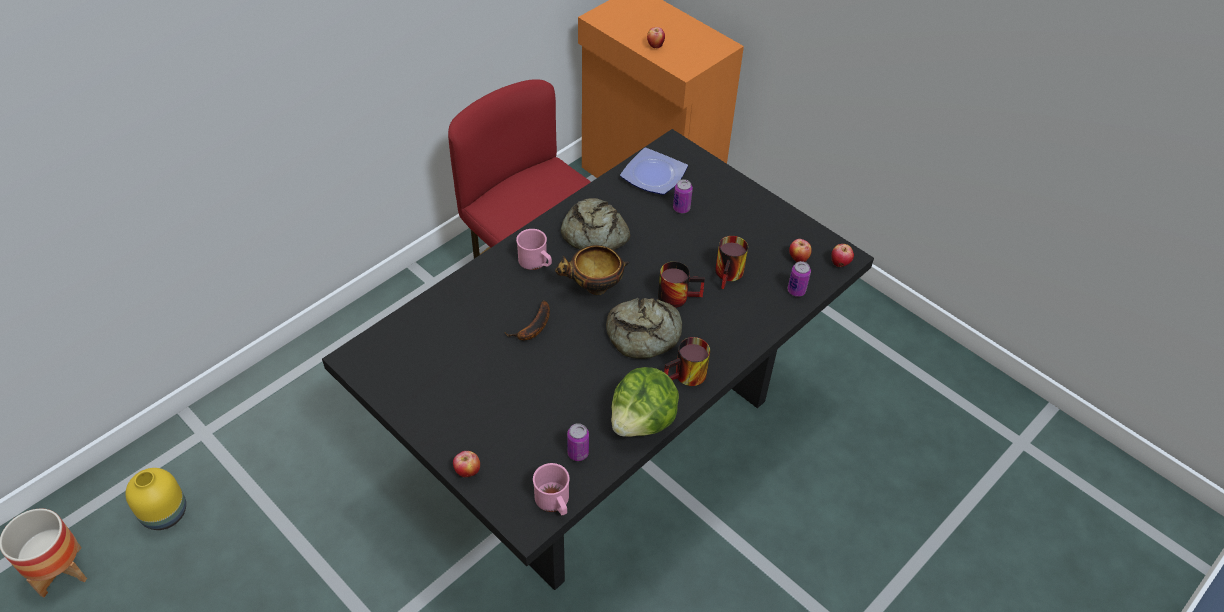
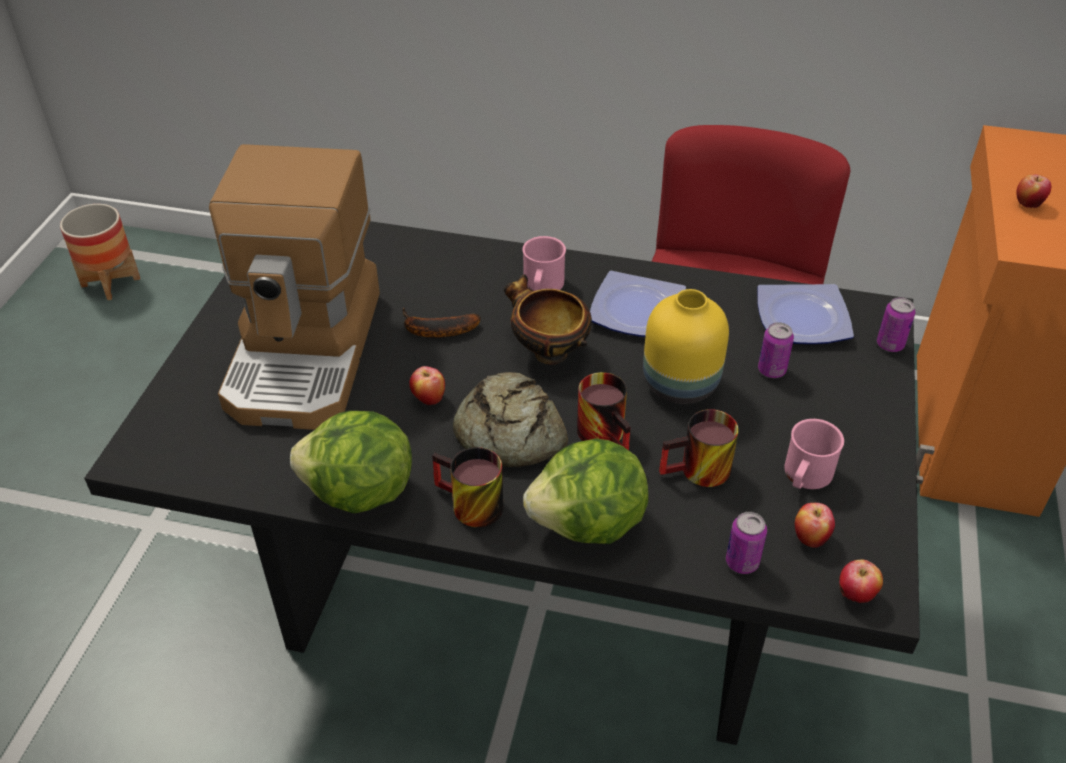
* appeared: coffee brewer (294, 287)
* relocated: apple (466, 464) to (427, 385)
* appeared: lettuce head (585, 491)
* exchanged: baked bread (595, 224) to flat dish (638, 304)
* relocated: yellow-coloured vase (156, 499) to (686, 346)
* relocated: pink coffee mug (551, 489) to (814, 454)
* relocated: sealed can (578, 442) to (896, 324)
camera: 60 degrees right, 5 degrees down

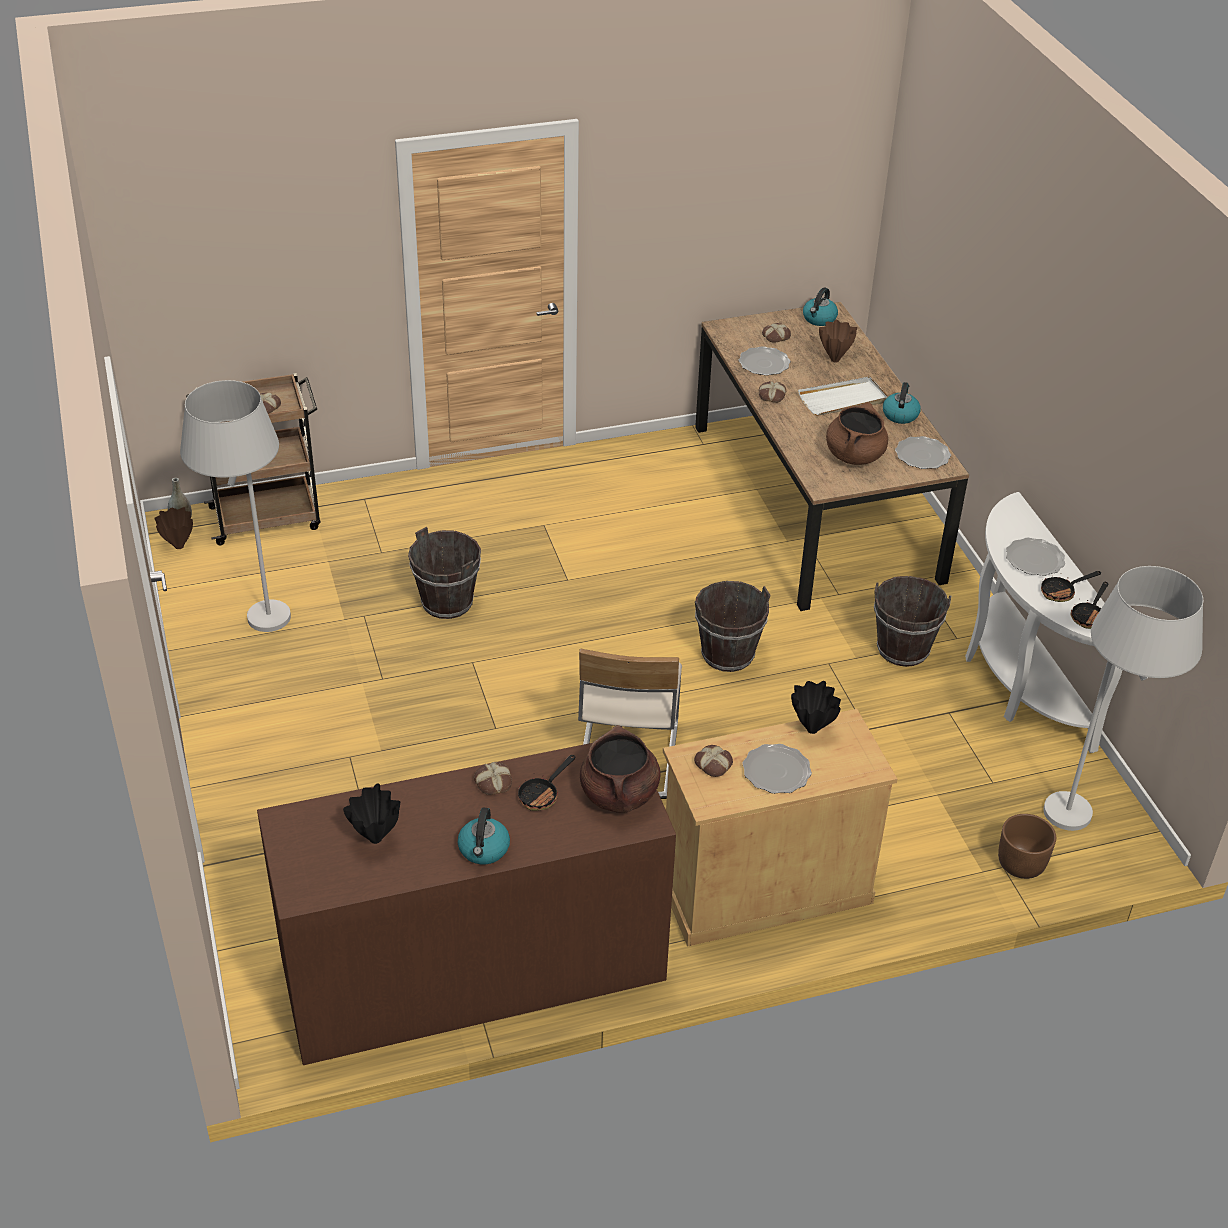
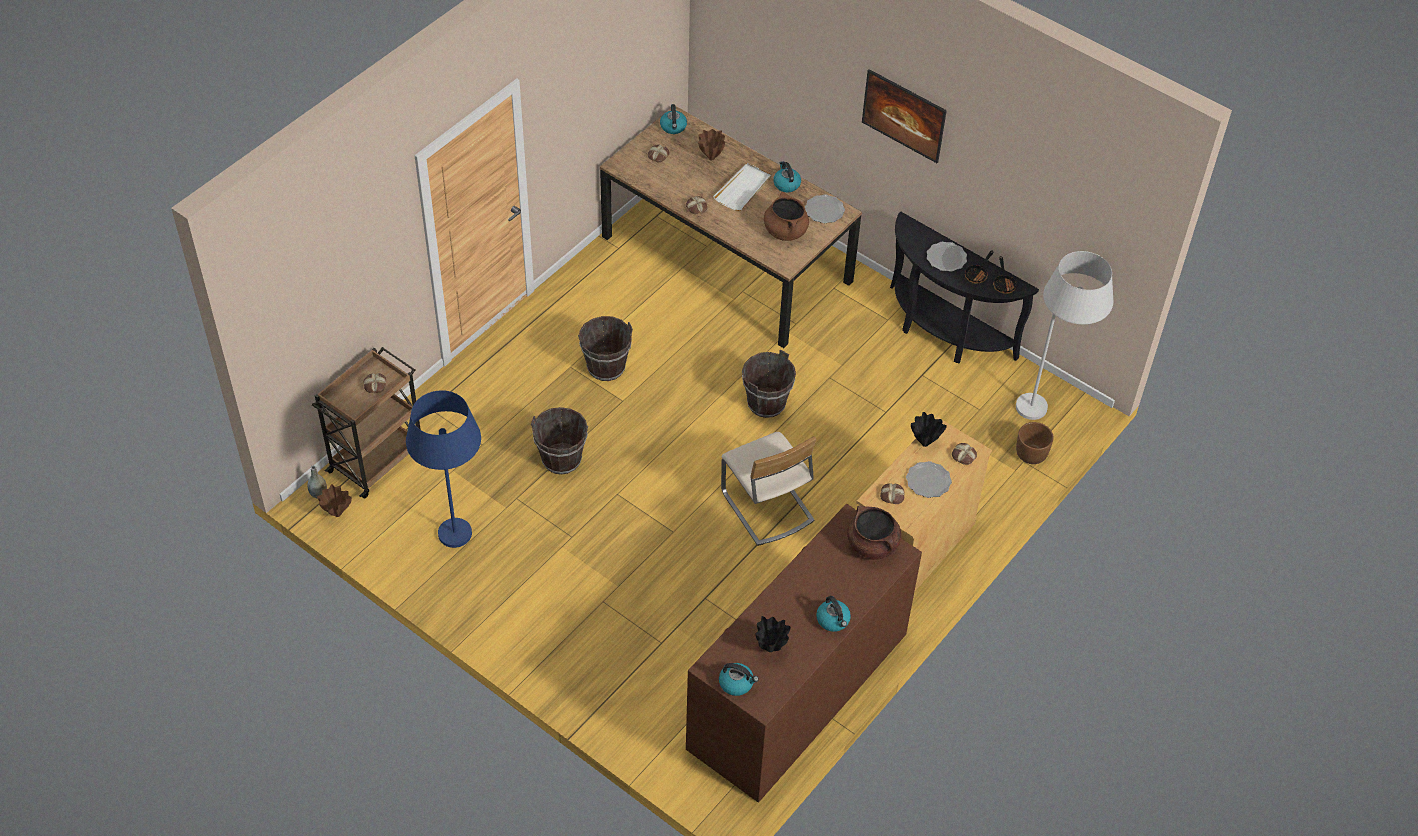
* colour: white standing lamp (235, 506) to bluish standing lamp (443, 469)
* relocated: brown bucket (912, 621) to (605, 348)
* appeared: kettle (739, 679)
* appeared: wall picture (904, 116)
* colour: white hall table (1043, 622) to black-coloured hall table (964, 288)
* relocated: baked bread (493, 778) to (964, 454)
* missing: pan (546, 783)
* missing: flat dish (765, 360)
camera: 35 degrees left, 10 degrees up

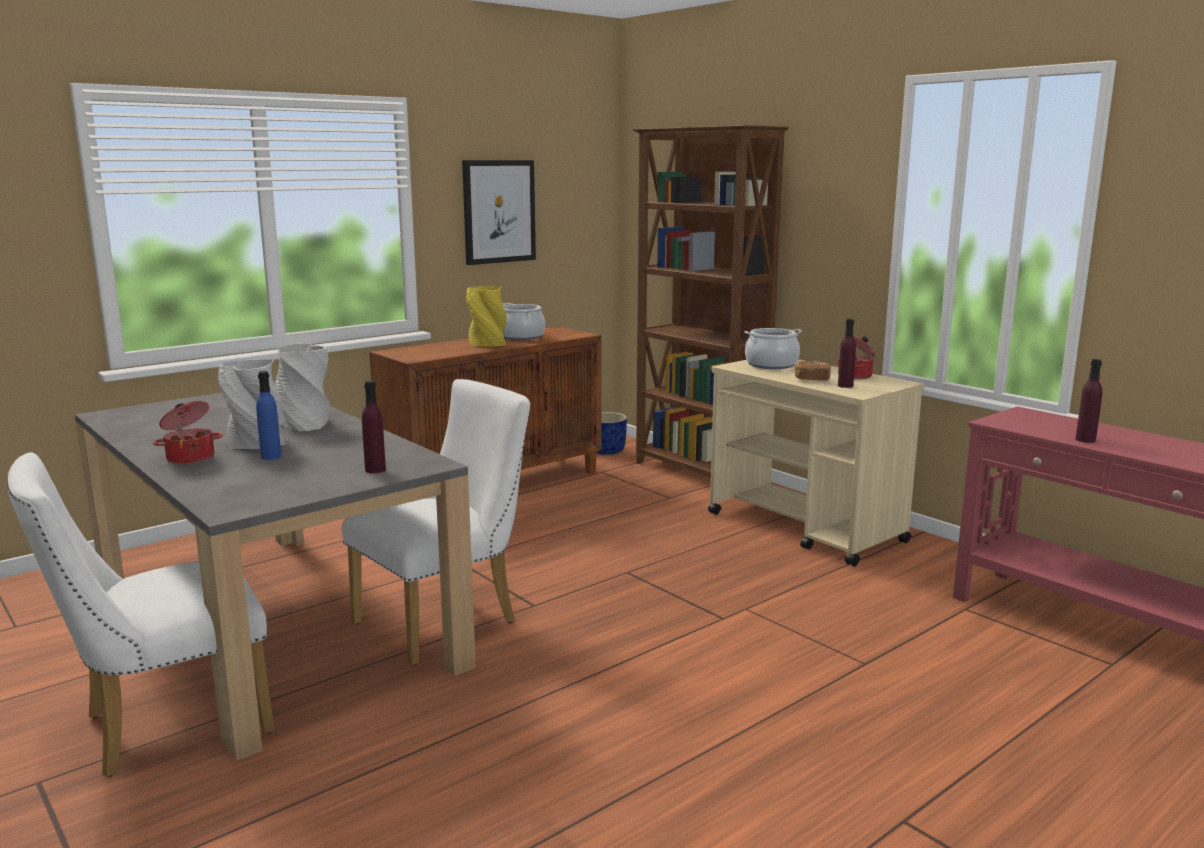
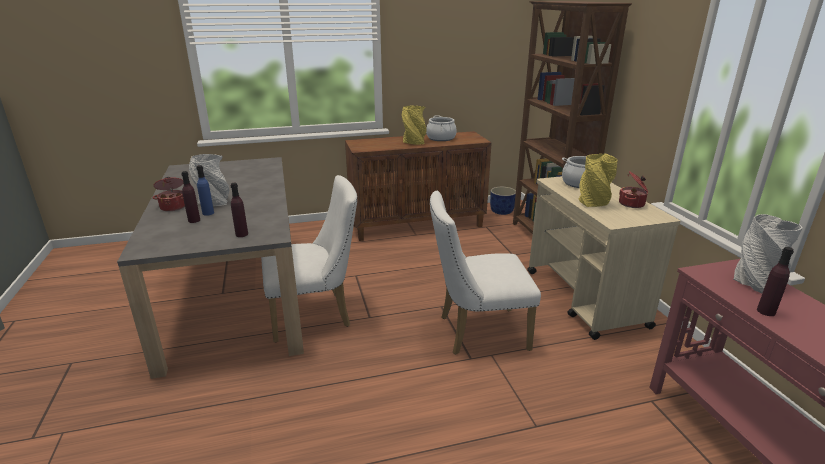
* relocated: purple-coloured beverage bottle (847, 353) to (191, 197)
* relocated: white plain chair (140, 614) to (485, 273)
* exchanged: baked bread (813, 370) to yellow-coloured vase (597, 180)
* relocated: gray vase (303, 387) to (767, 253)
* missing: wall picture (499, 212)
camera: 25 degrees right, 10 degrees up

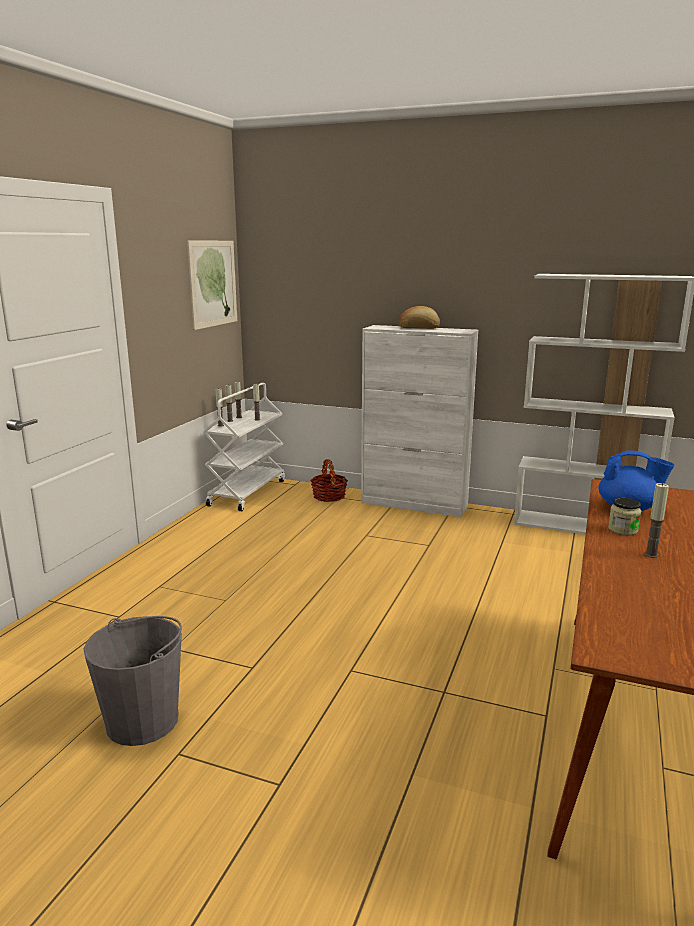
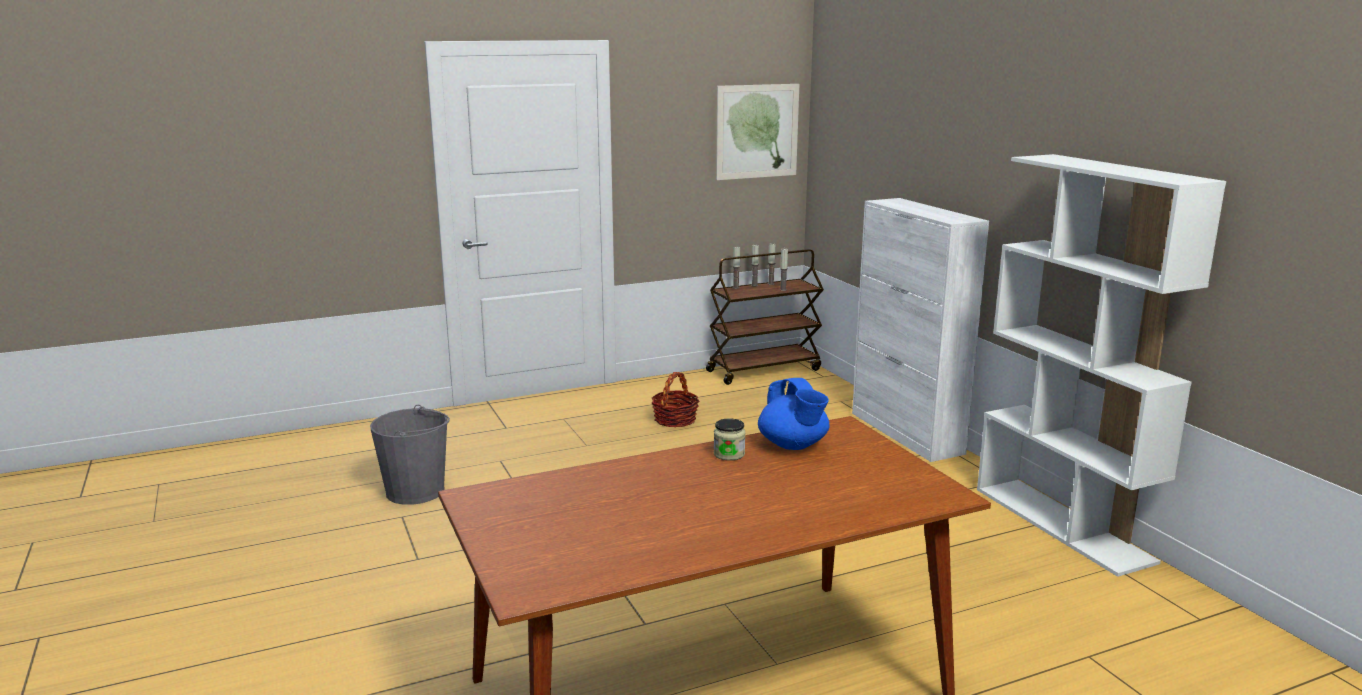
* relocated: basket (329, 480) to (675, 400)
* colour: white wheeled cart (244, 447) to brown wheeled cart (765, 317)
* missing: baked bread (419, 317)
* missing: wax light (656, 520)
camera: 45 degrees right, 0 degrees up

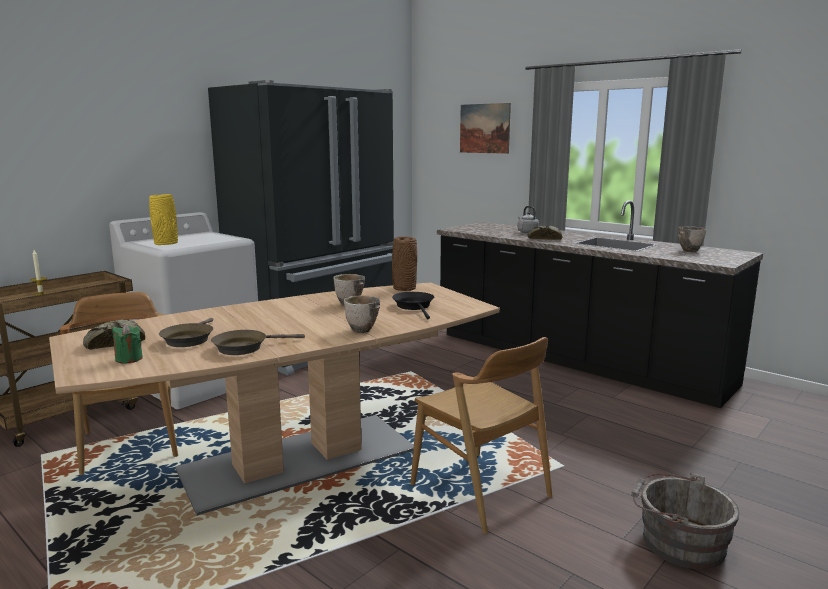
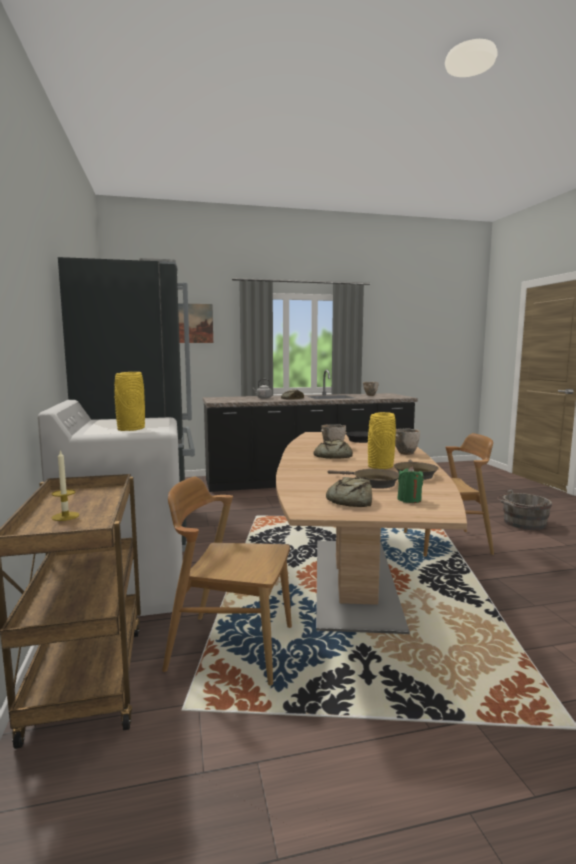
* appeared: baked bread (333, 449)
* appeared: yellow-coloured vase (382, 440)
* missing: brown vase (404, 263)
camera: 55 degrees left, 5 degrees down

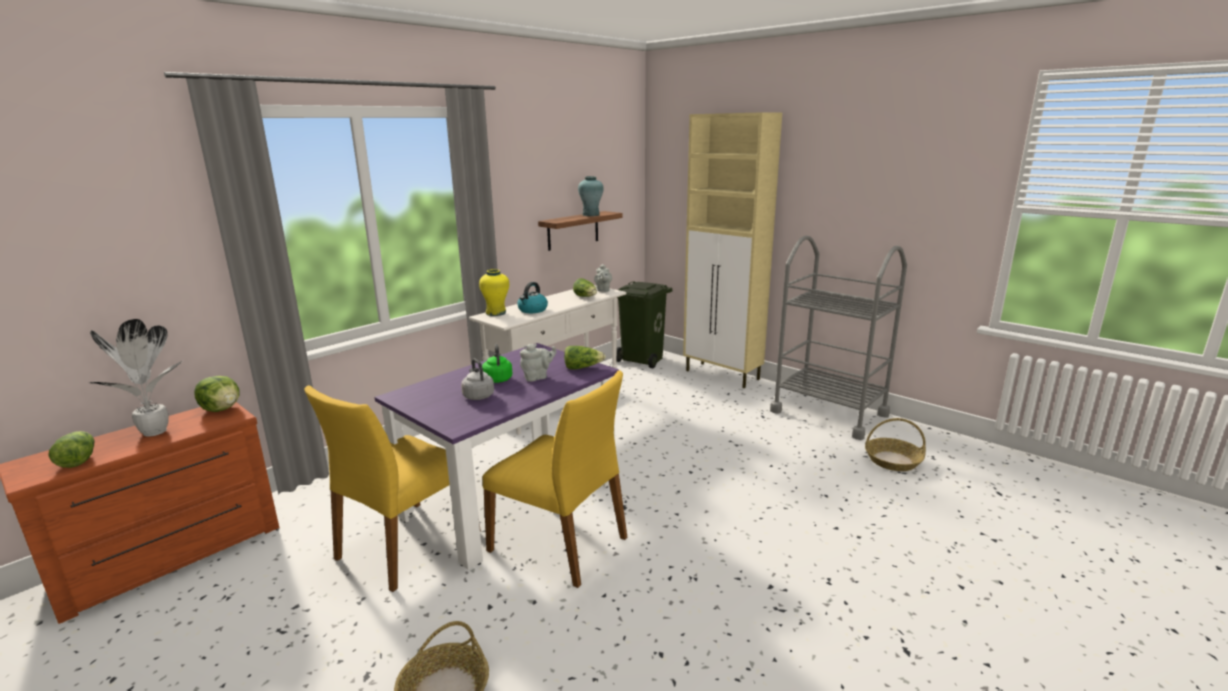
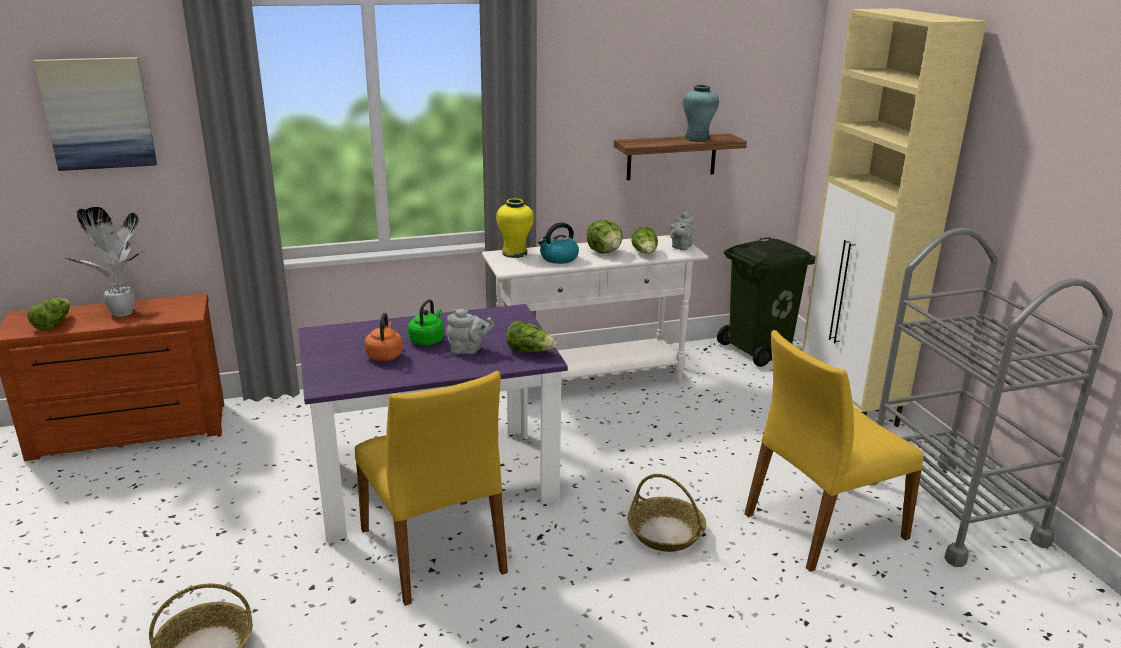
* appeared: wall picture (95, 114)
* colour: gray kettle (477, 379) to orange-coloured kettle (384, 337)
* relocated: lettuce head (216, 394) to (605, 236)
* relocated: basket (895, 444) to (666, 513)
* relocated: yellow-coloured plain chair (392, 488) to (834, 451)
camera: 30 degrees right, 5 degrees up

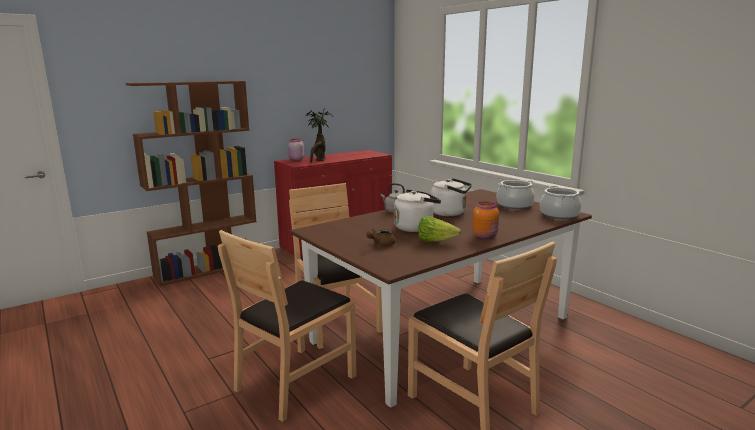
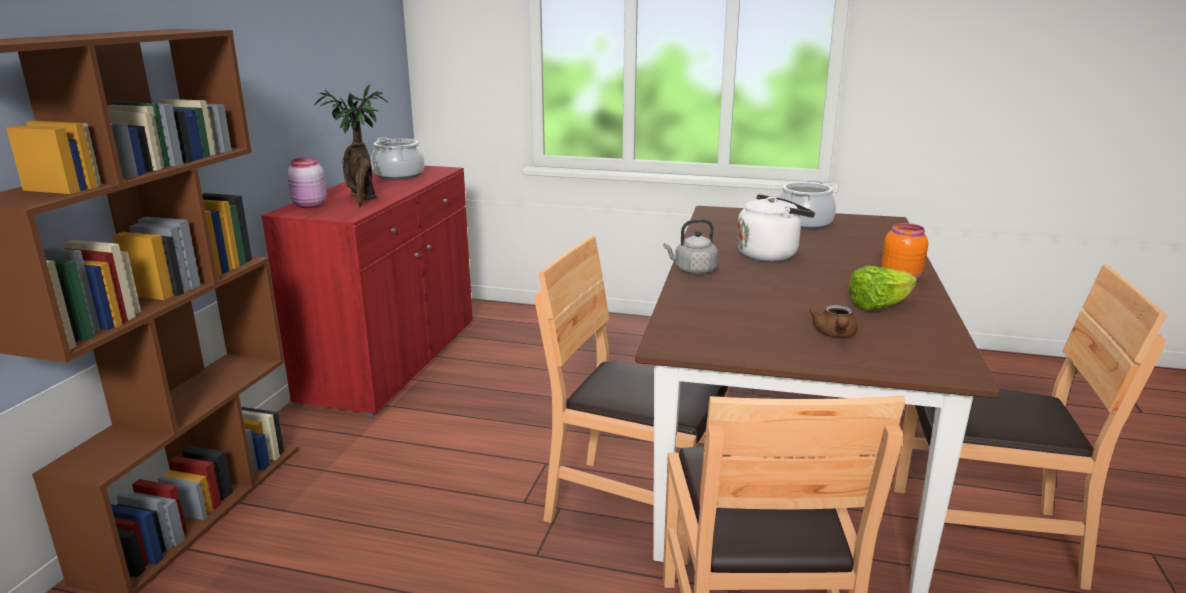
* relocated: cooking pot (560, 202) to (398, 158)
* missing: white kettle (417, 210)
camera: 40 degrees left, 5 degrees up

